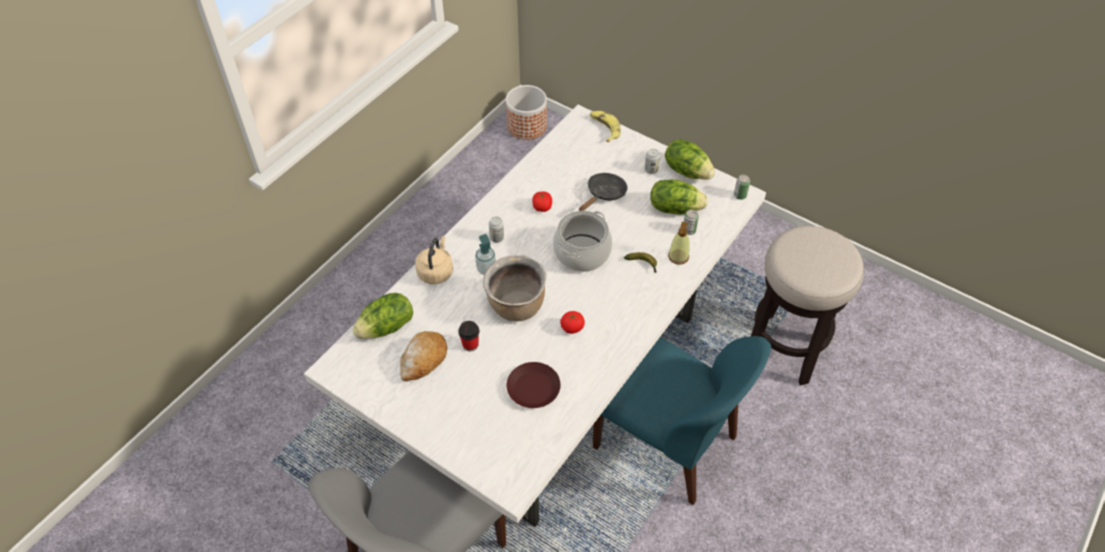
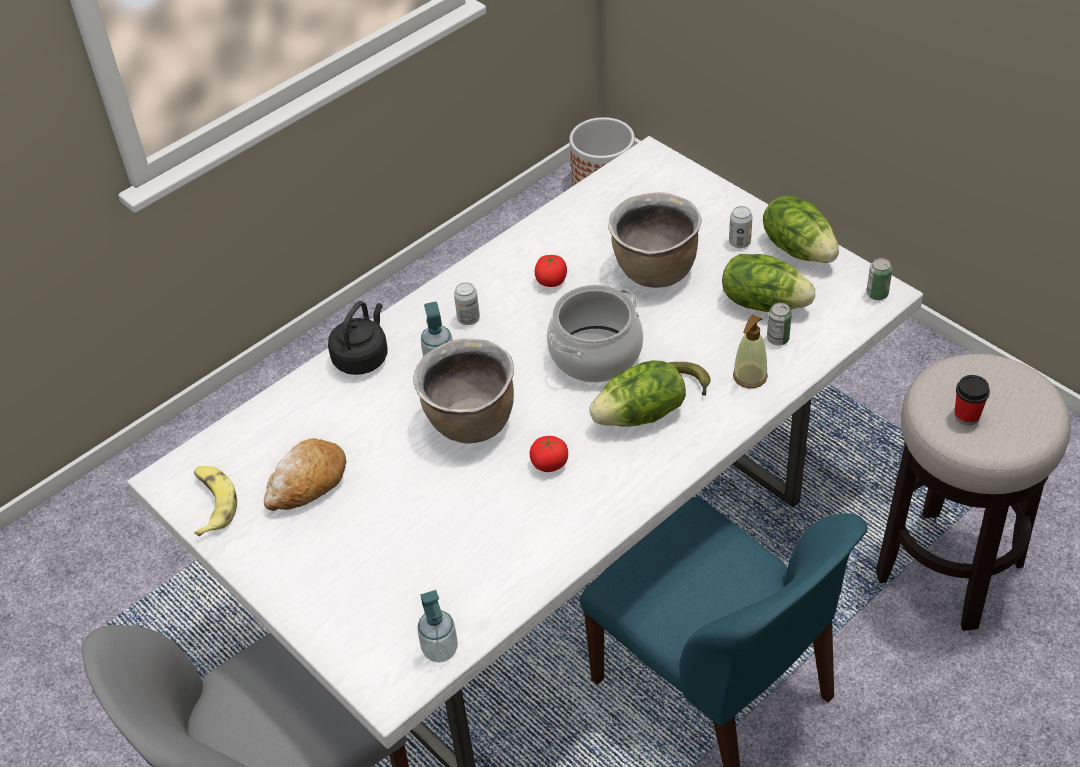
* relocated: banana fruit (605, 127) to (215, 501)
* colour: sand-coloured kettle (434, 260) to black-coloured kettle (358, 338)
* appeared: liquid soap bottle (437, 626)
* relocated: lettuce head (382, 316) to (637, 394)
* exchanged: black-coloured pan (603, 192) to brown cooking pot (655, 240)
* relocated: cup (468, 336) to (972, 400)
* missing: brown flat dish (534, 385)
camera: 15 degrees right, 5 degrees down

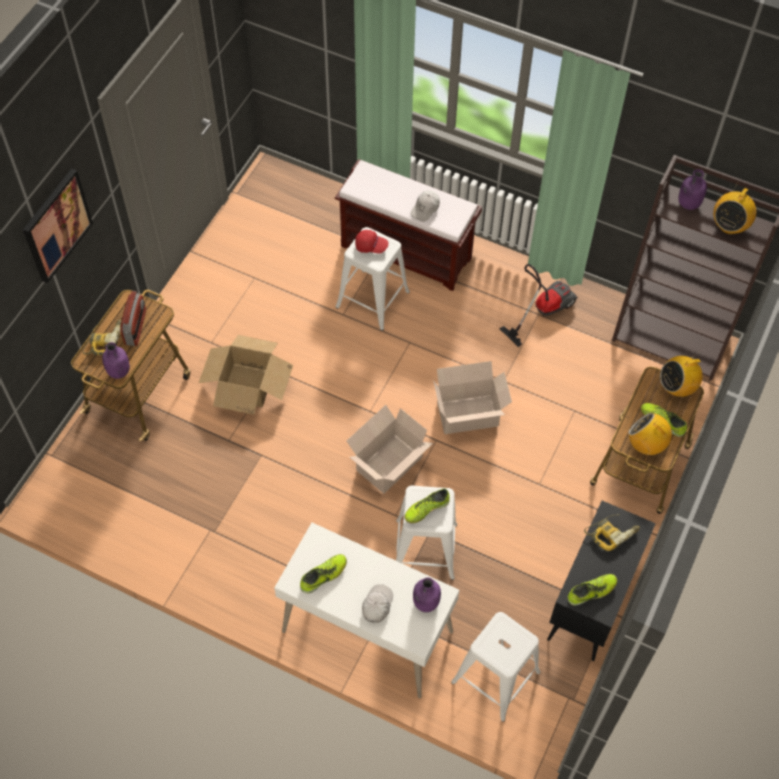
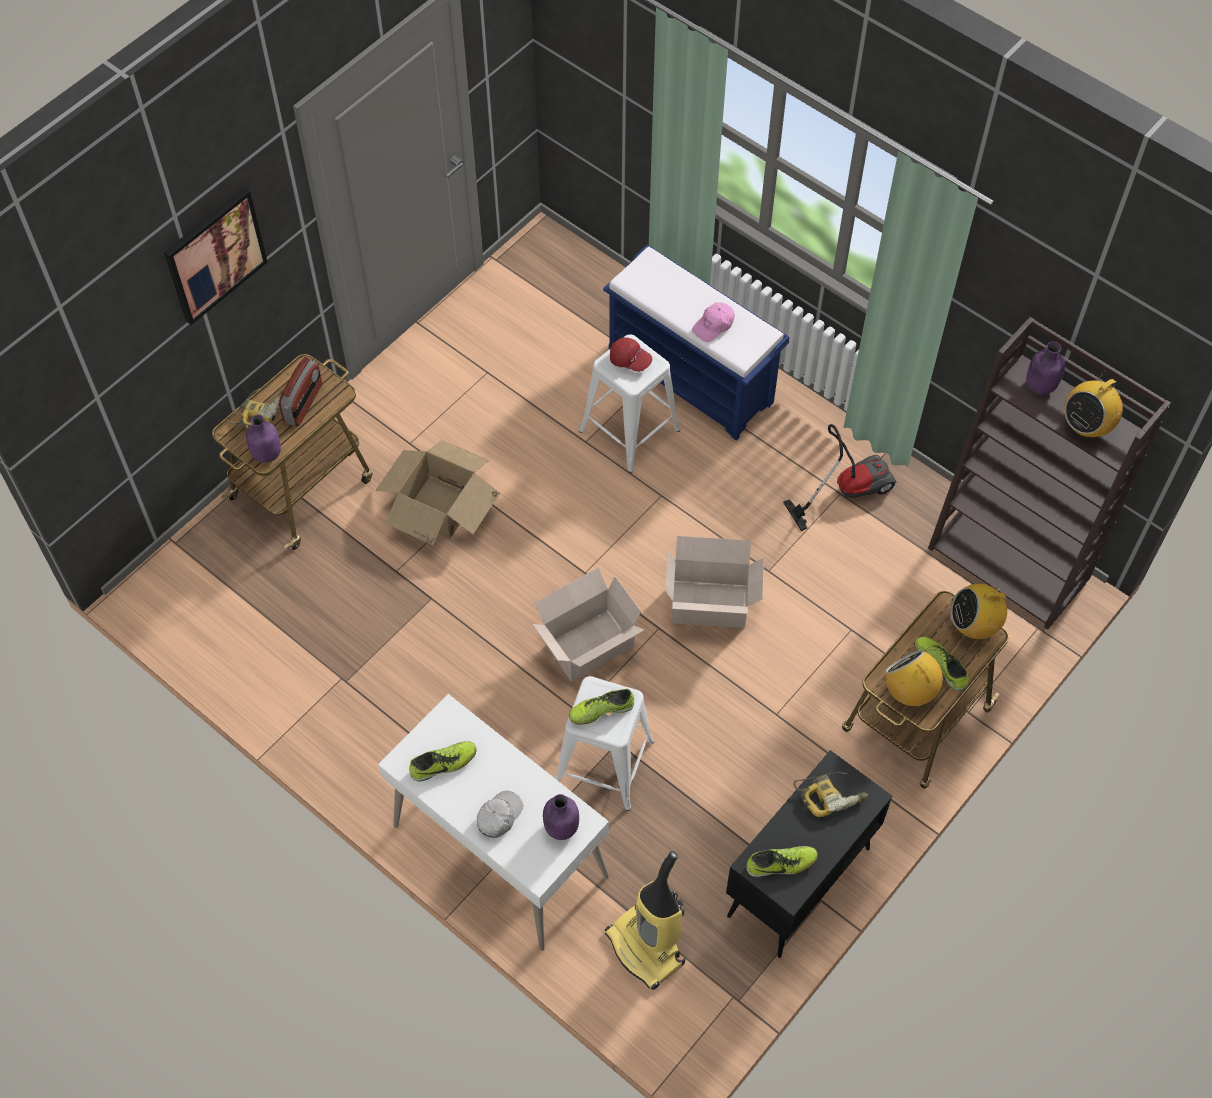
* colour: brown bench (408, 225) to bluish bench (696, 342)
* exchanged: white stool (495, 667) to vacuum cleaner (645, 920)
* colour: white peaked cap (425, 206) to pink peaked cap (713, 322)
camera: 15 degrees right, 0 degrees up

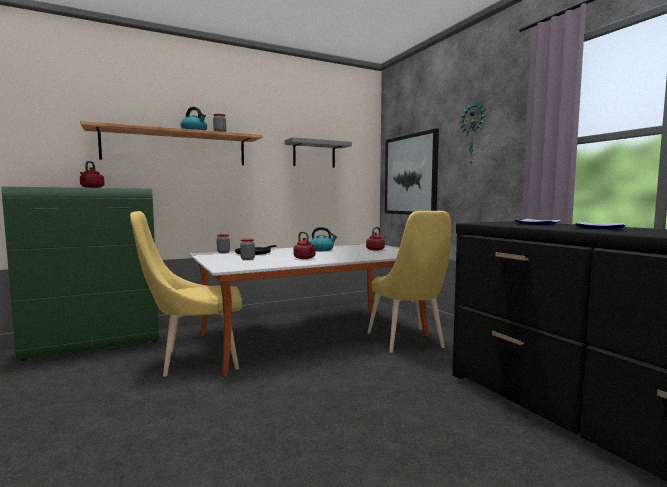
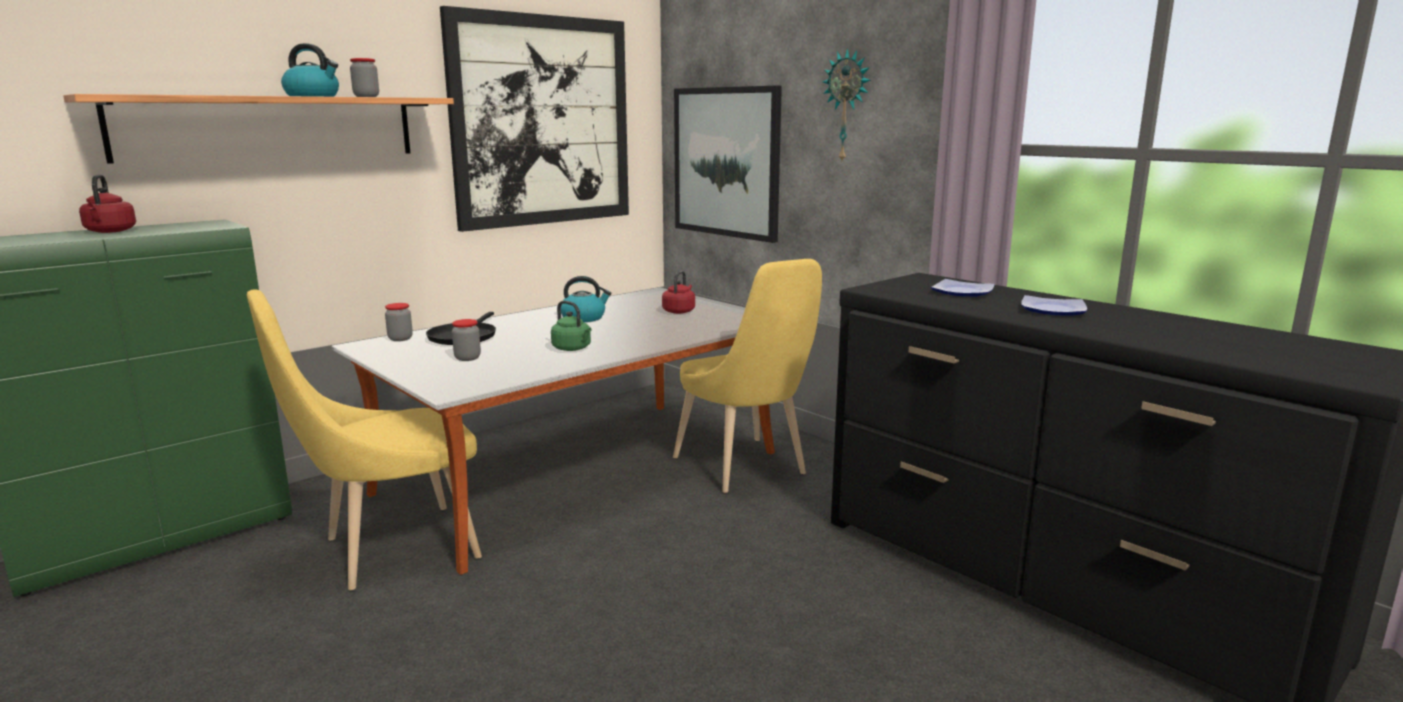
* exchanged: gray shelf (318, 152) to wall picture (534, 119)
* colour: red-coloured kettle (304, 245) to greenish kettle (571, 326)
camera: 15 degrees left, 10 degrees up

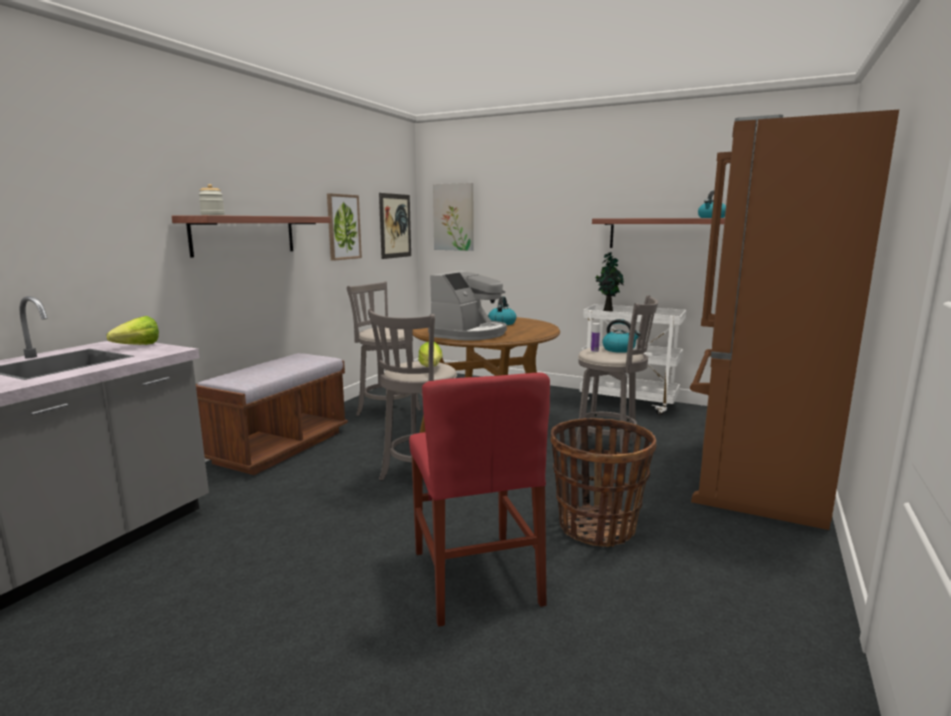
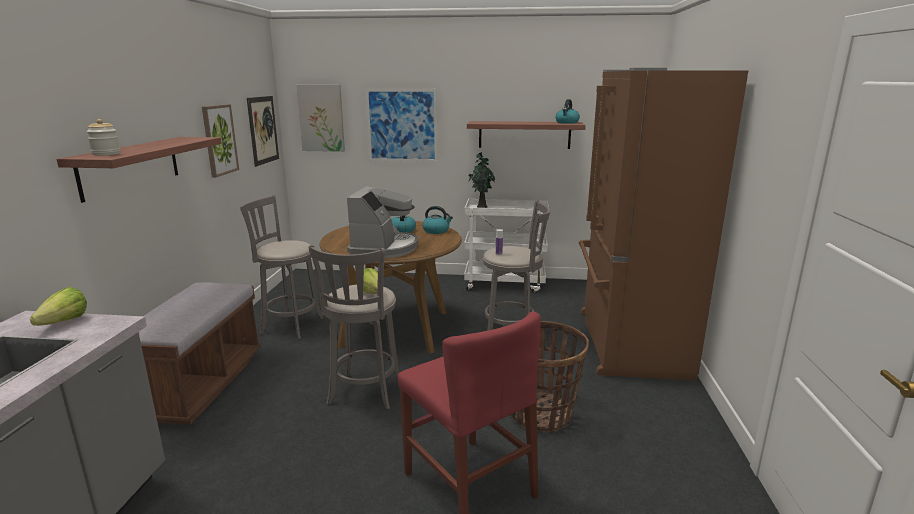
* appeared: wall picture (402, 125)
* relocated: kettle (621, 336) to (437, 220)
camera: 20 degrees left, 5 degrees up

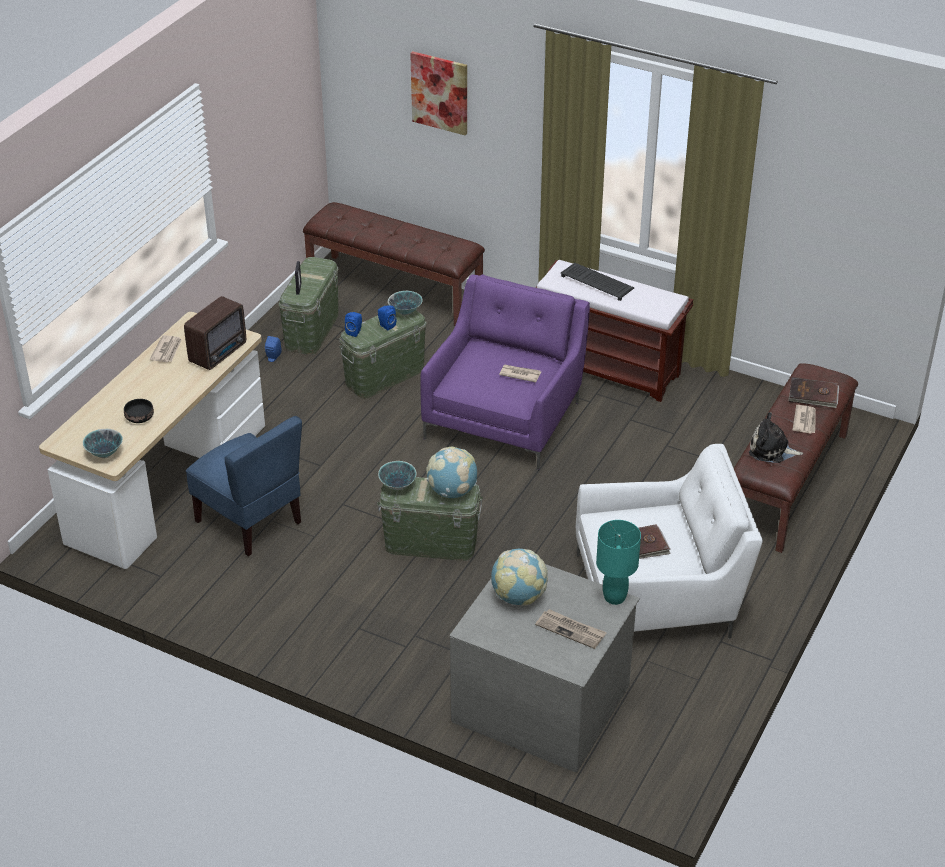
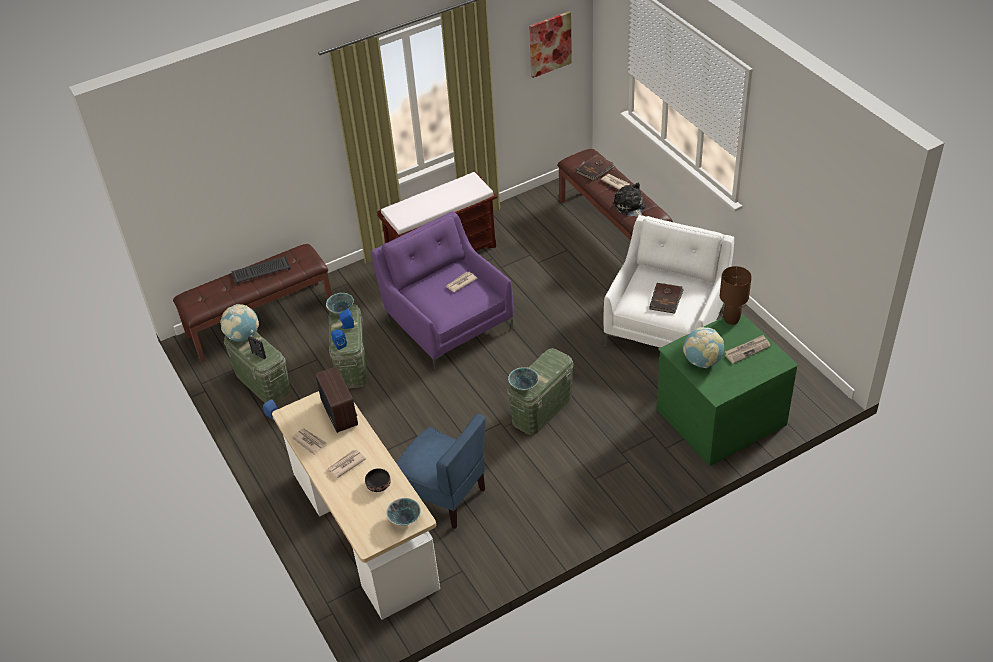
* relocated: world globe (451, 472) to (239, 322)
* relocated: keyboard (598, 282) to (261, 270)
* appeared: newspaper (346, 464)
* spun: bluish plain chair (244, 486) = (441, 471) 45 degrees clockwise
* relocated: wall picture (438, 93) to (550, 44)
* spun: cuddly toy (776, 437) = (629, 199) 105 degrees clockwise
* colour: gray drawer chest (545, 668) to greenish drawer chest (727, 389)
* colour: turquoise-coloured tabletop lamp (618, 562) to brown tabletop lamp (736, 295)
camera: 55 degrees left, 5 degrees up

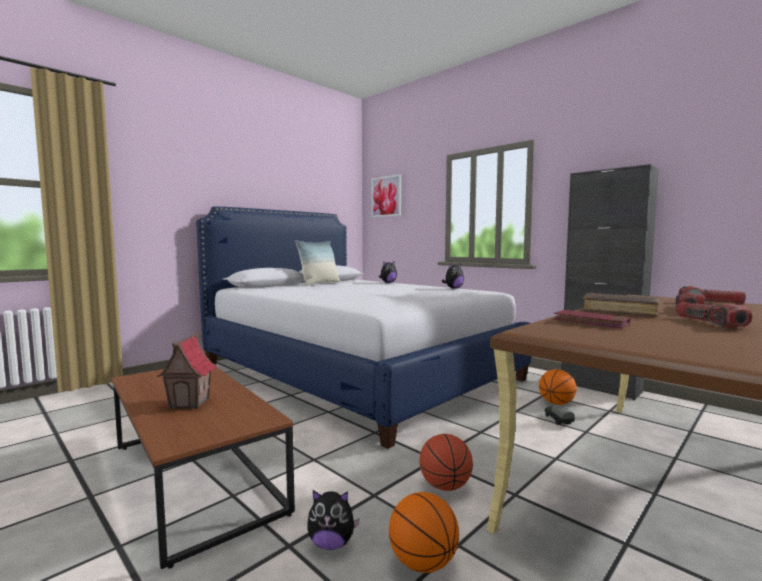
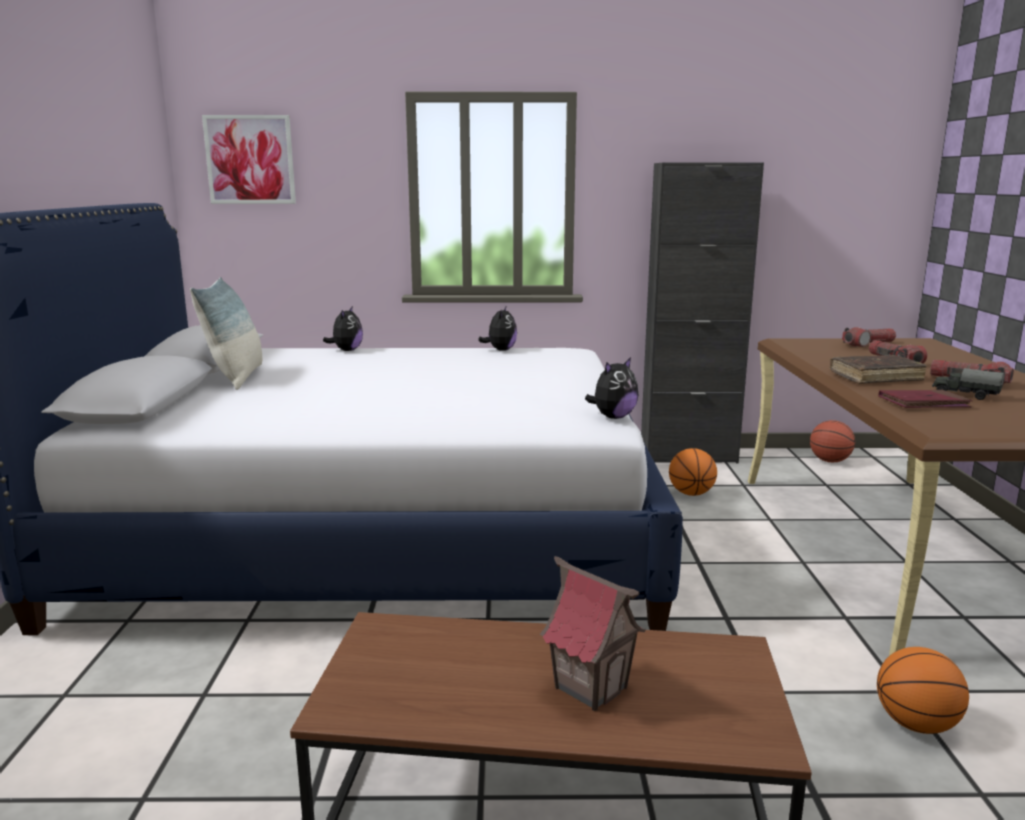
* relocated: cuddly toy (333, 520) to (612, 388)
* relocated: basketball (446, 462) to (832, 441)
* relocated: toy lorry (559, 415) to (968, 384)
camera: 45 degrees left, 10 degrees up

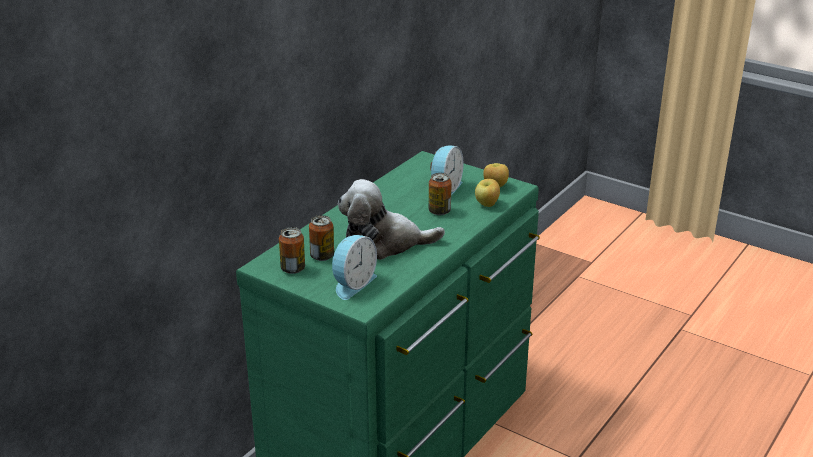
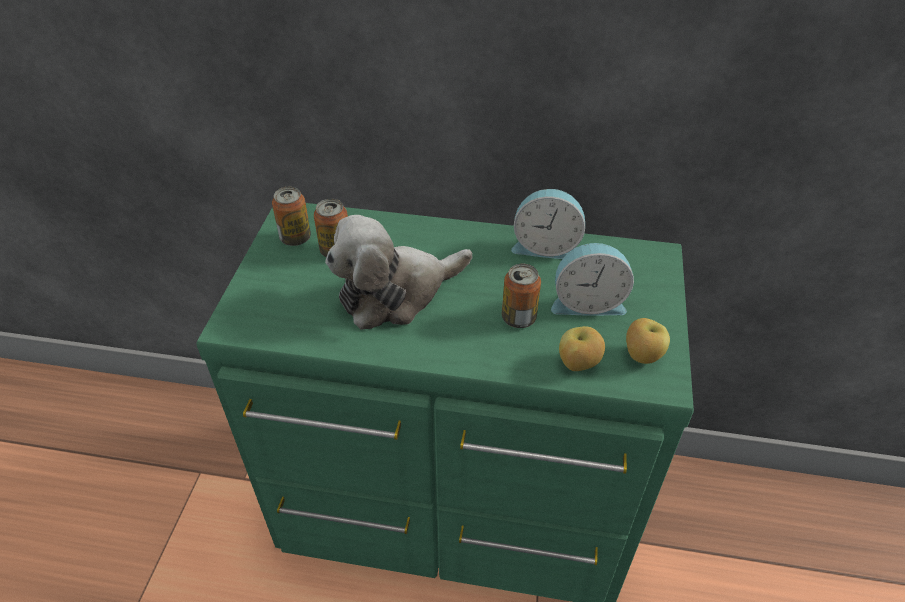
* spun: cuddly toy (391, 219) = (398, 272) 90 degrees counterclockwise
* relocated: bedside clock (354, 267) to (548, 224)
camera: 65 degrees right, 15 degrees up

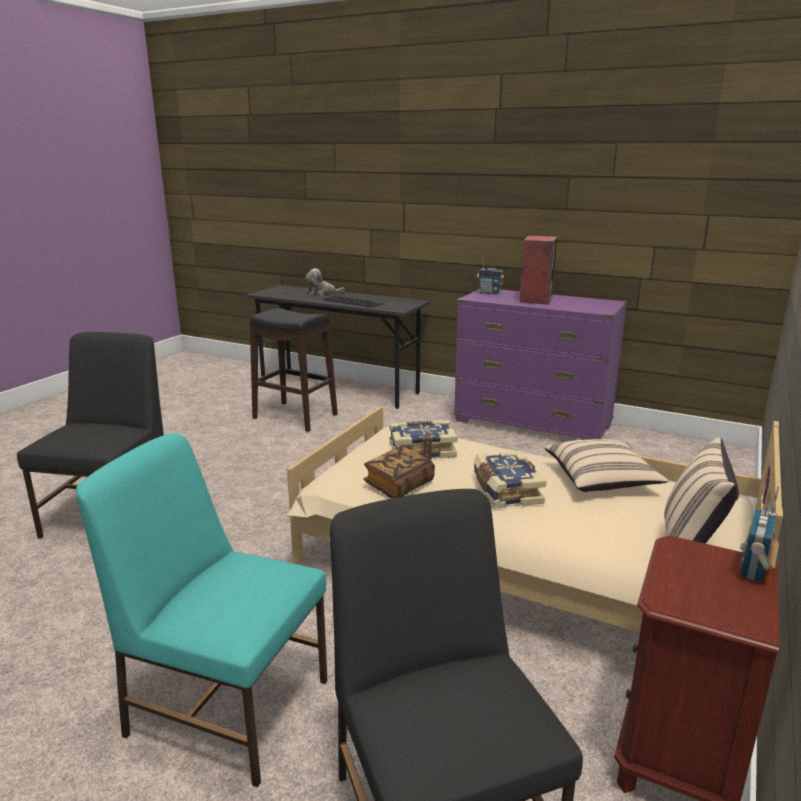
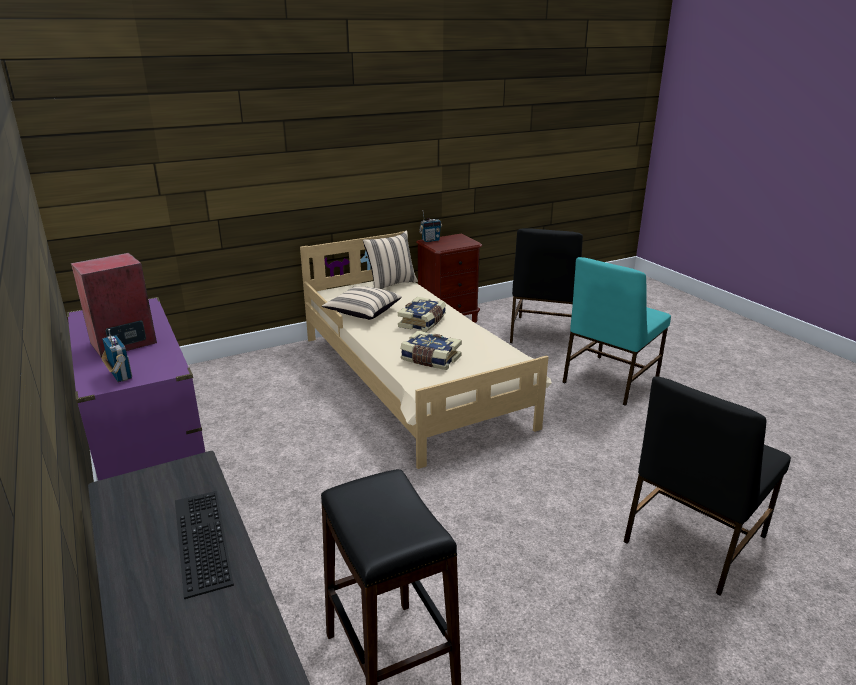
* spun: turquoise-coloured plain chair (202, 610) = (616, 331) 75 degrees clockwise
* missing: cuddly toy (325, 282)
* missing: bound book (399, 472)
camera: 145 degrees left, 5 degrees up

